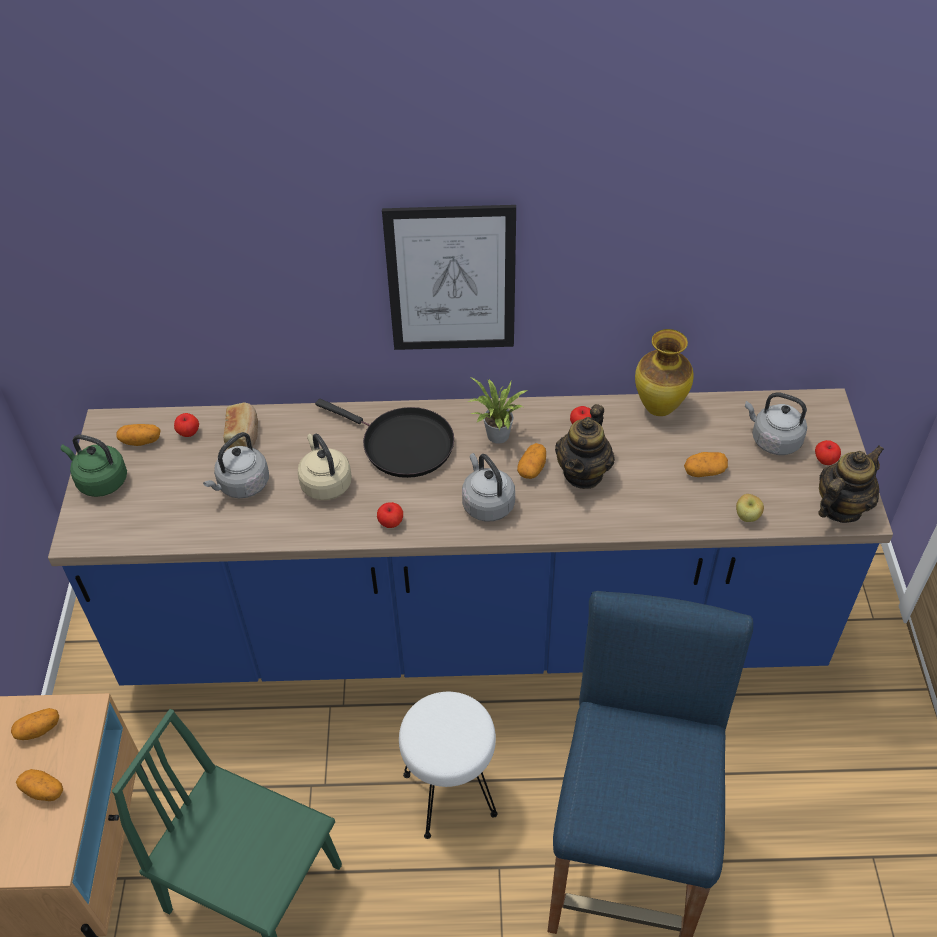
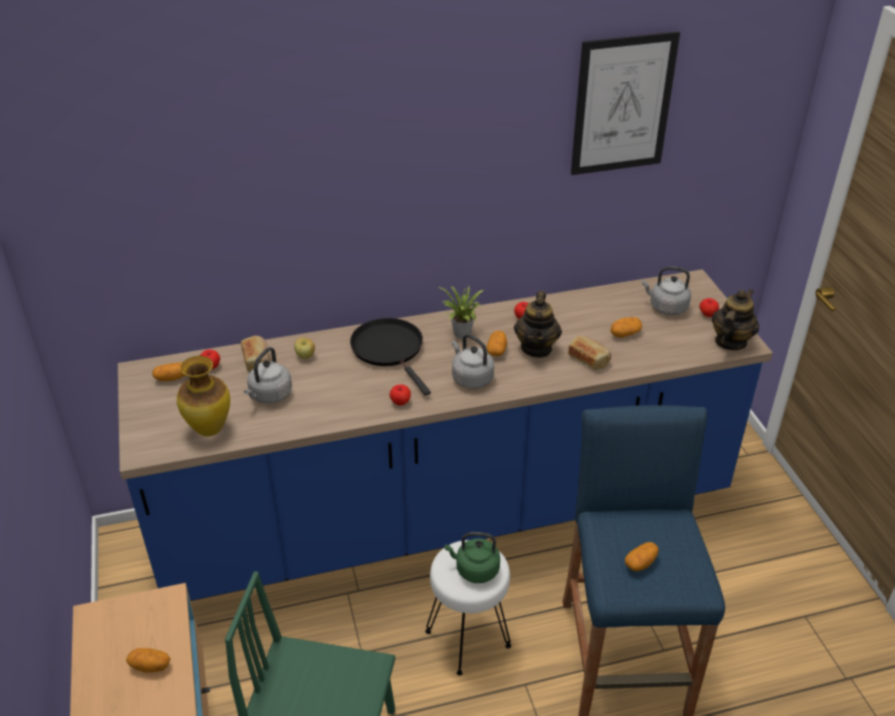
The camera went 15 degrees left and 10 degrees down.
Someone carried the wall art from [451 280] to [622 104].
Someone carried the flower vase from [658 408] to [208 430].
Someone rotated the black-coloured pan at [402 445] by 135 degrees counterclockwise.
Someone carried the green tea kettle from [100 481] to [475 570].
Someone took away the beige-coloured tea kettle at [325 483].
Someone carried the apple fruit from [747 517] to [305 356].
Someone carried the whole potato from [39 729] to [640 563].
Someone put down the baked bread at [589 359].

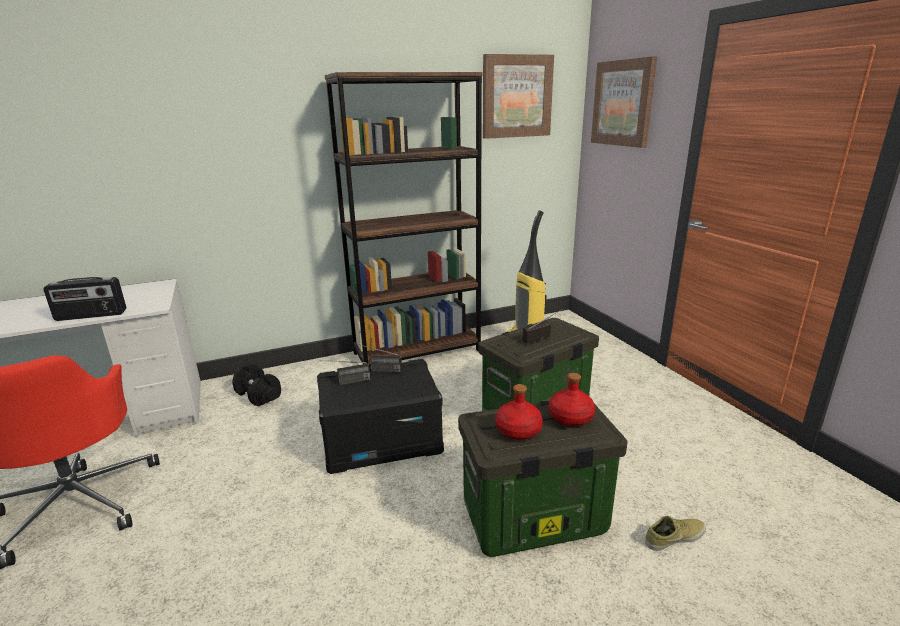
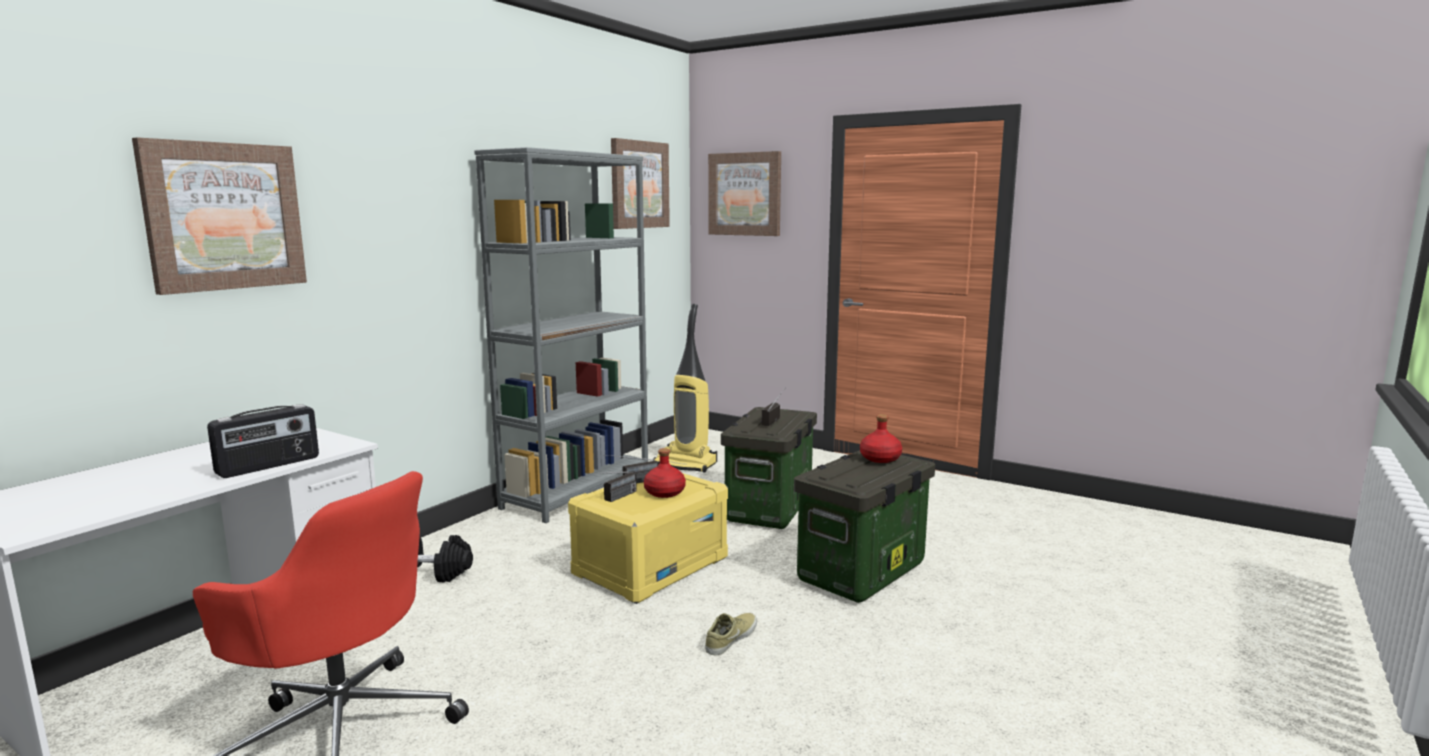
The camera went 35 degrees left and 10 degrees down.
Someone repainted the brown shelving unit at [417 351], which became the greyish shelving unit at [577 491].
Someone repainted the black-coloured storage container at [382 440], which became the yellowish storage container at [651 565].
Someone carried the reddish bottle from [519 430] to [665 492].
Someone carried the beige-coloured low shoe from [673 536] to [730 638].
Someone put up the wall art at [224 216].

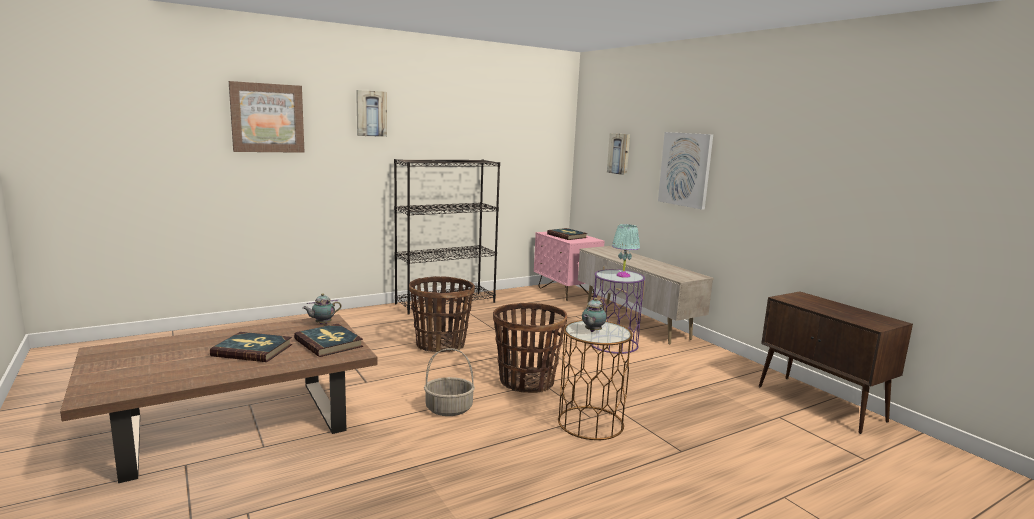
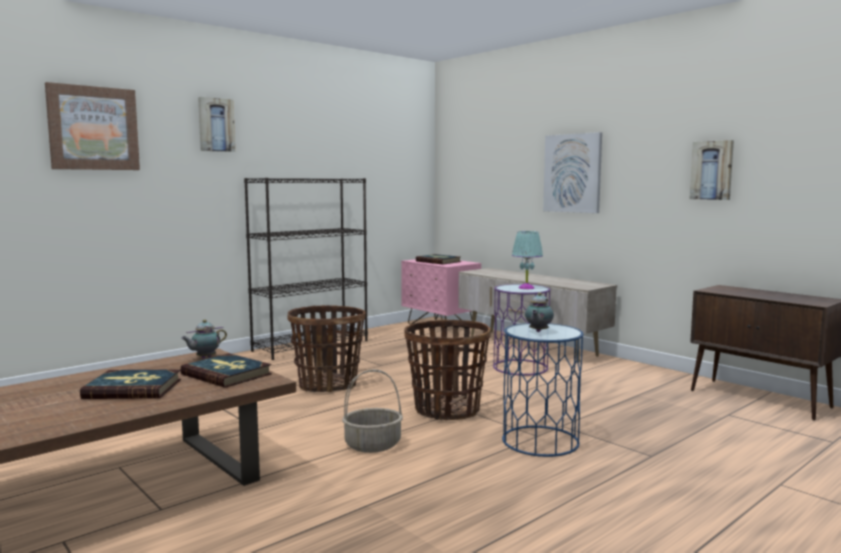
The camera went 10 degrees left and 5 degrees down.
Someone carried the wall art from [619 153] to [712 170].
Someone repainted the brown accent table at [591 423], which became the blue-coloured accent table at [540 441].

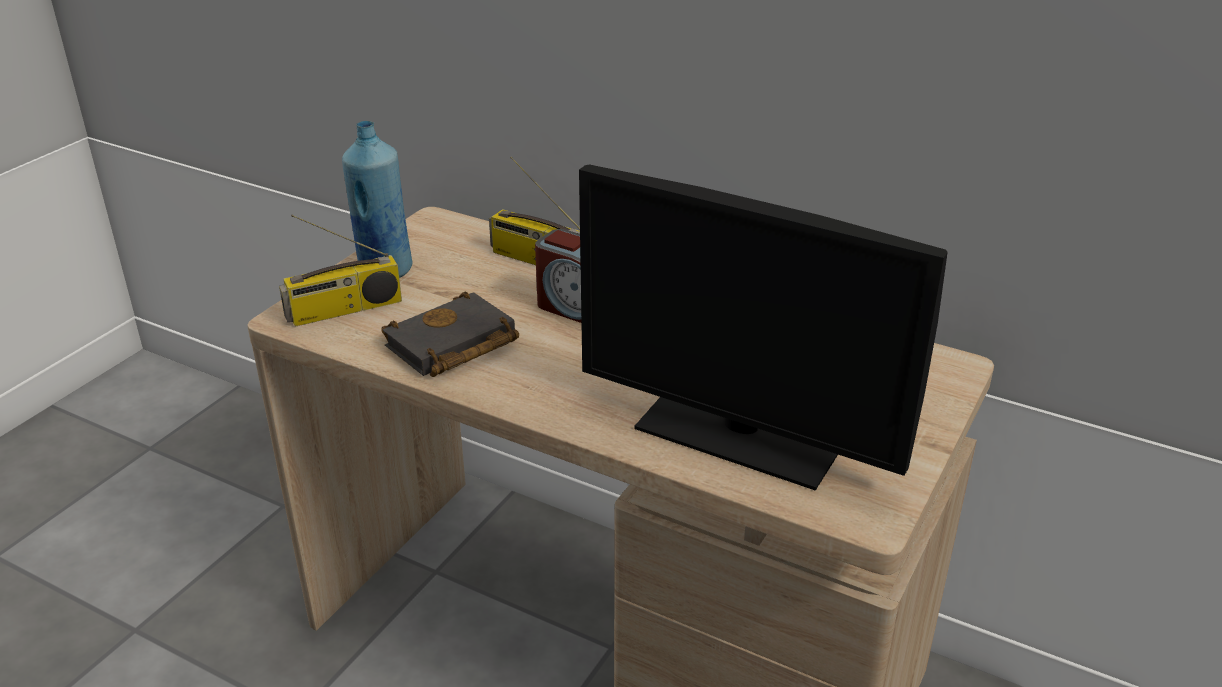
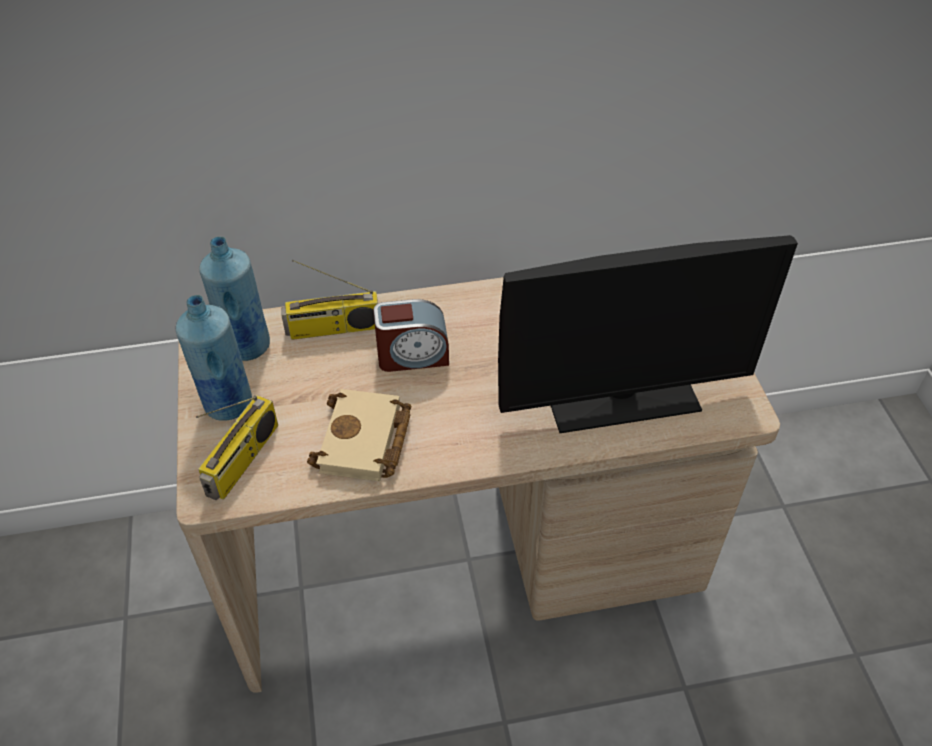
The camera went 40 degrees left and 15 degrees up.
Someone repainted the black-coloured bound book at [451 346], which became the beige-coloured bound book at [365 443].
Someone put down the blue-coloured bottle at [246 346].

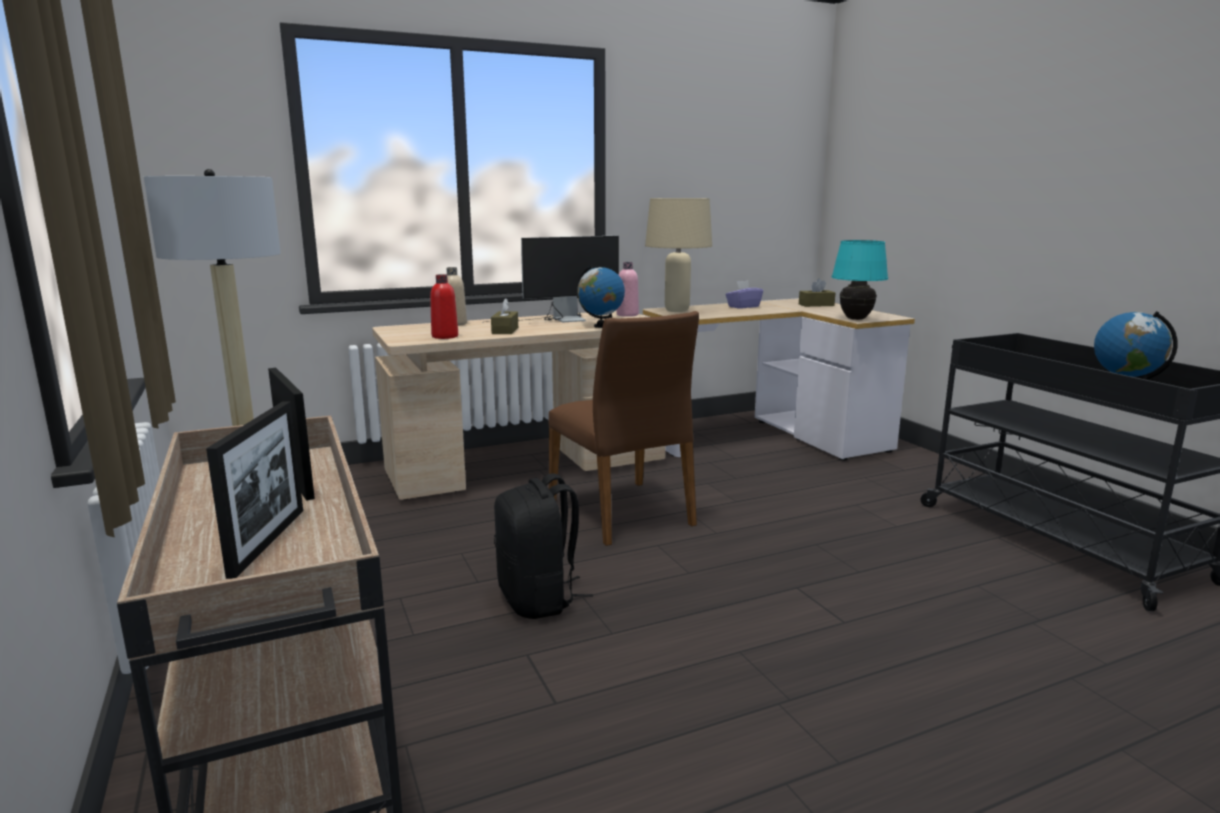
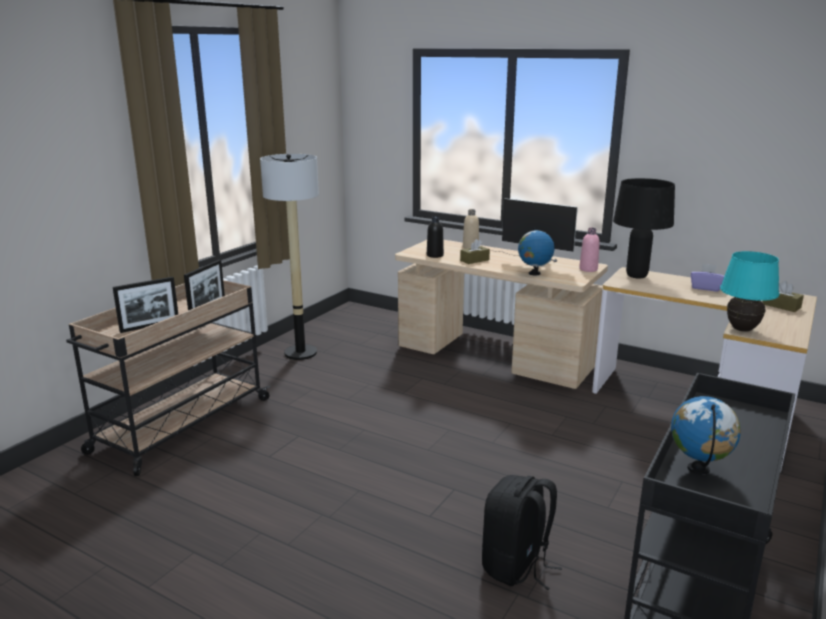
The camera went 55 degrees right and 5 degrees up.
Someone repainted the beige-coloured tabletop lamp at [677 311], which became the black-coloured tabletop lamp at [637 276].
Someone repainted the reddish bottle at [445 336], which became the black-coloured bottle at [435 255].
Someone took away the brown plain chair at [623 512].
Someone carried the black-coloured rucksack from [539 599] to [516 566].

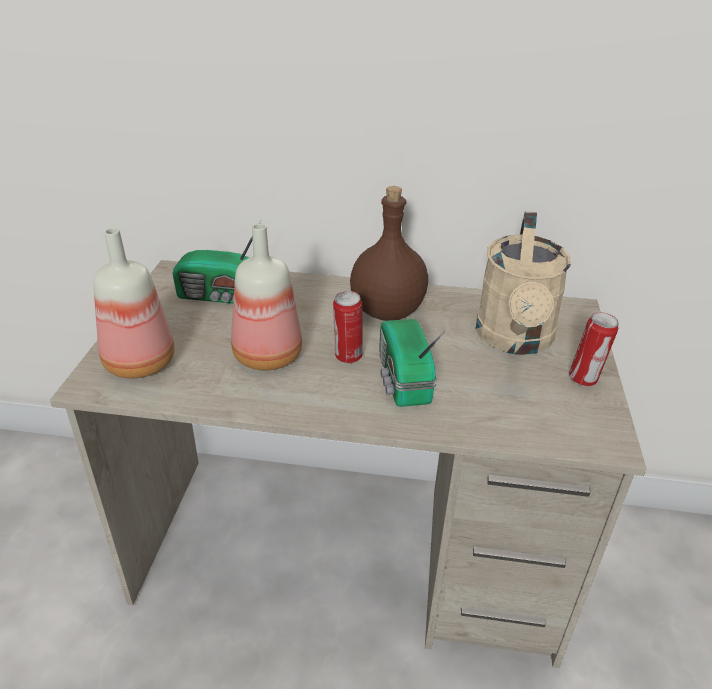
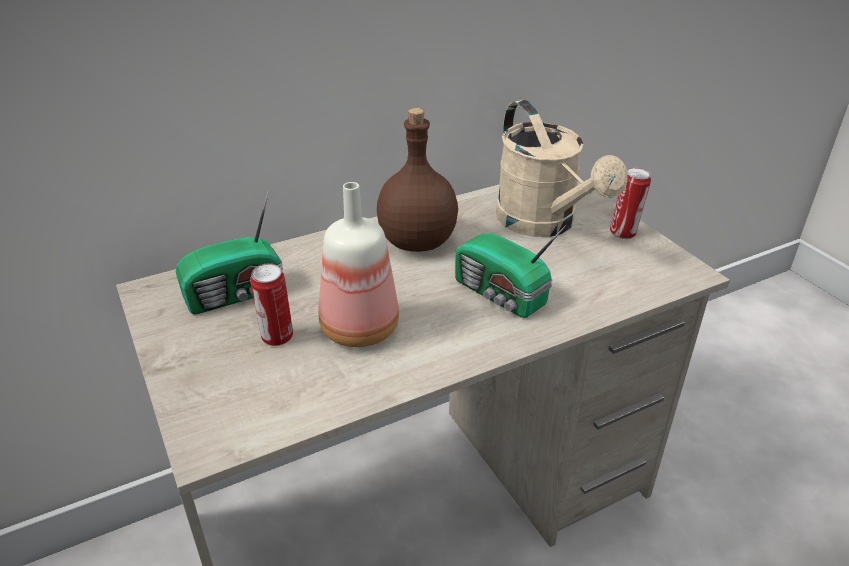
The camera went 35 degrees left and 0 degrees up.
Someone took away the bottle at [142 364].
Someone carried the sealed can from [347 357] to [277 338].

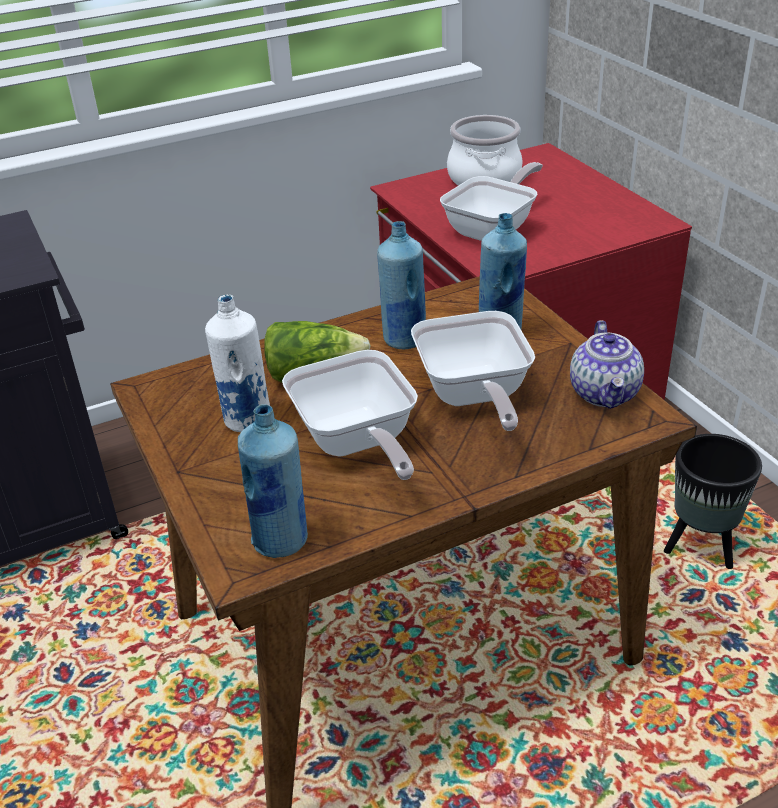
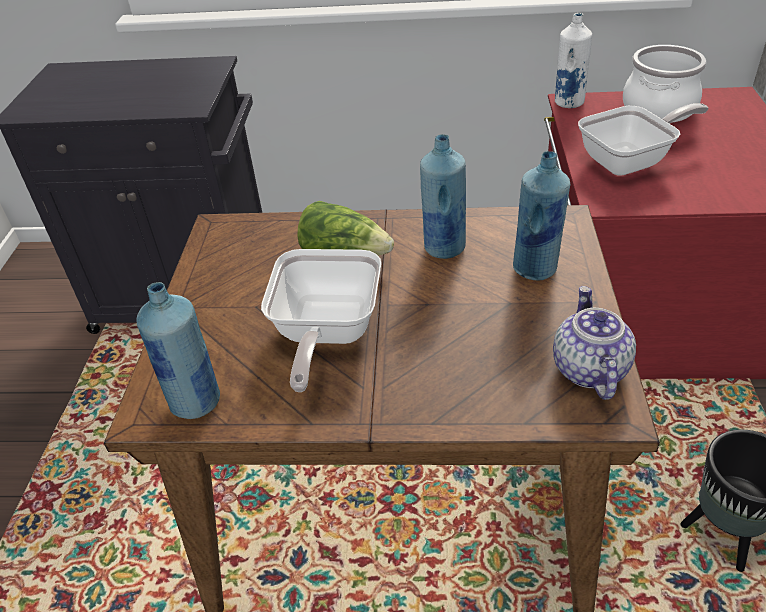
The camera went 30 degrees right and 5 degrees up.
Someone carried the whitish bottle from [246 420] to [568 103].
Someone took away the pan at [473 397].
Someone rotated the tea pot at [605 394] by 150 degrees clockwise.

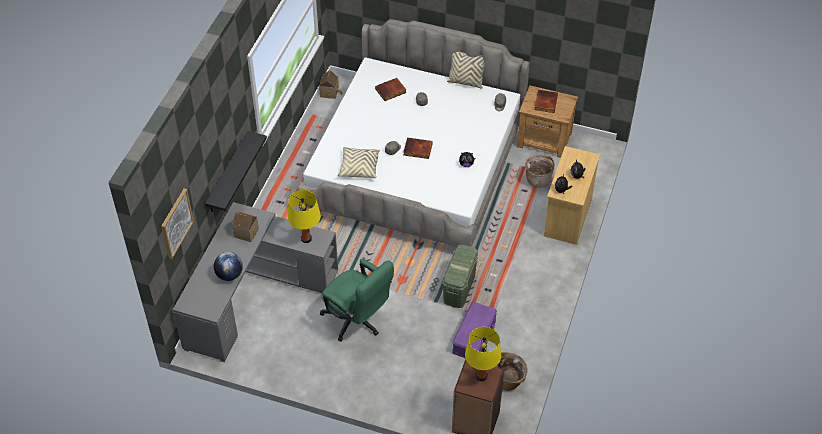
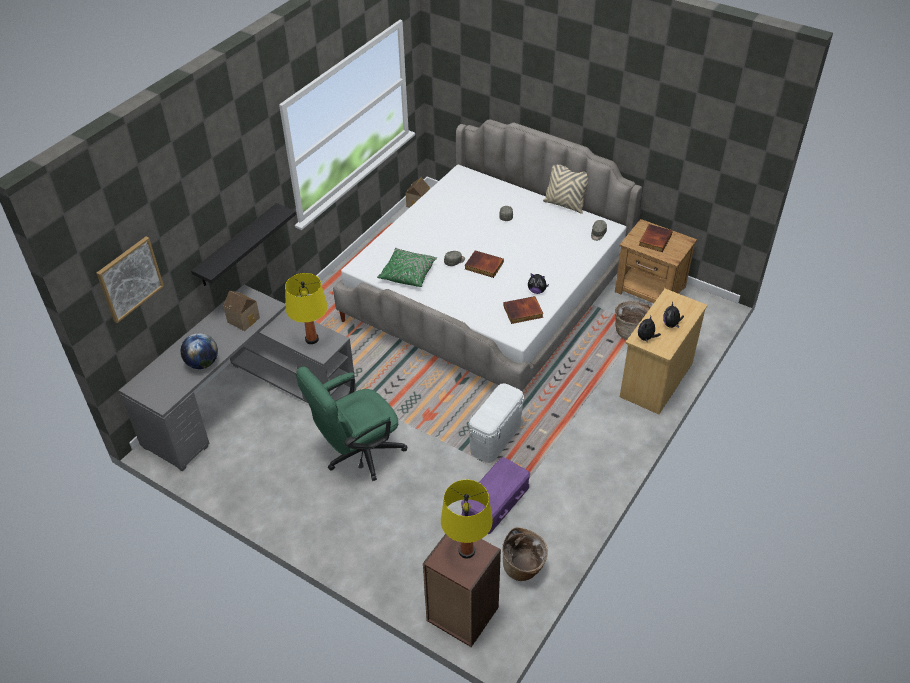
The camera went 15 degrees right and 5 degrees down.
Someone carried the bound book from [390 91] to [523 312].
Someone repainted the beige-coloured pillow at [359 167], which became the green pillow at [408 274].
Someone repainted the green storage container at [459 288], which became the whitish storage container at [495 439].
Someone rotated the green computer chair at [357 321] by 90 degrees clockwise.

